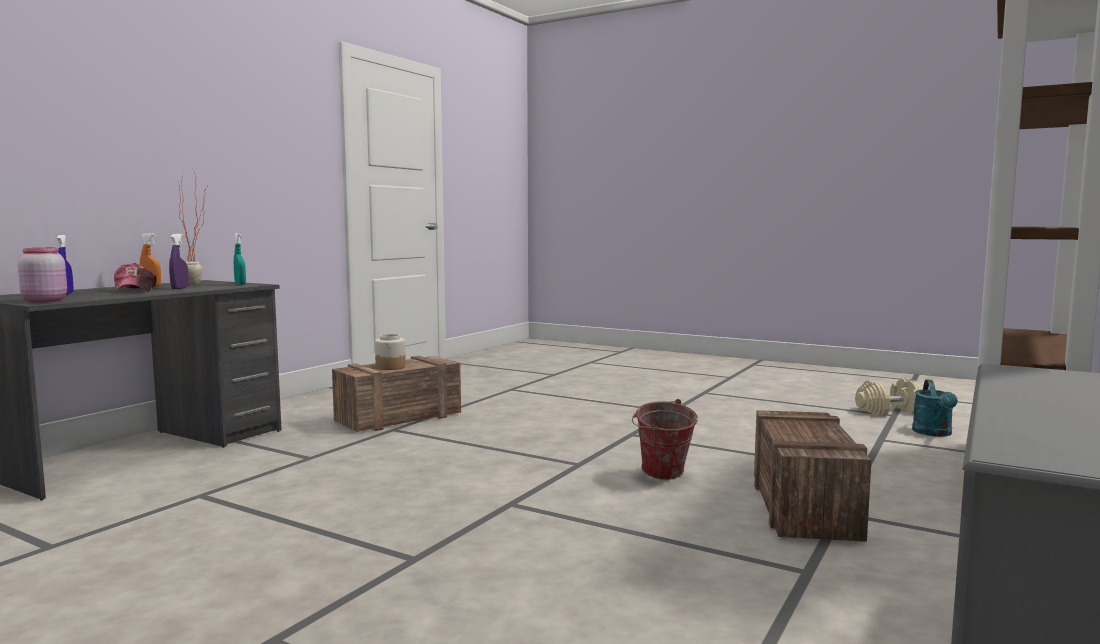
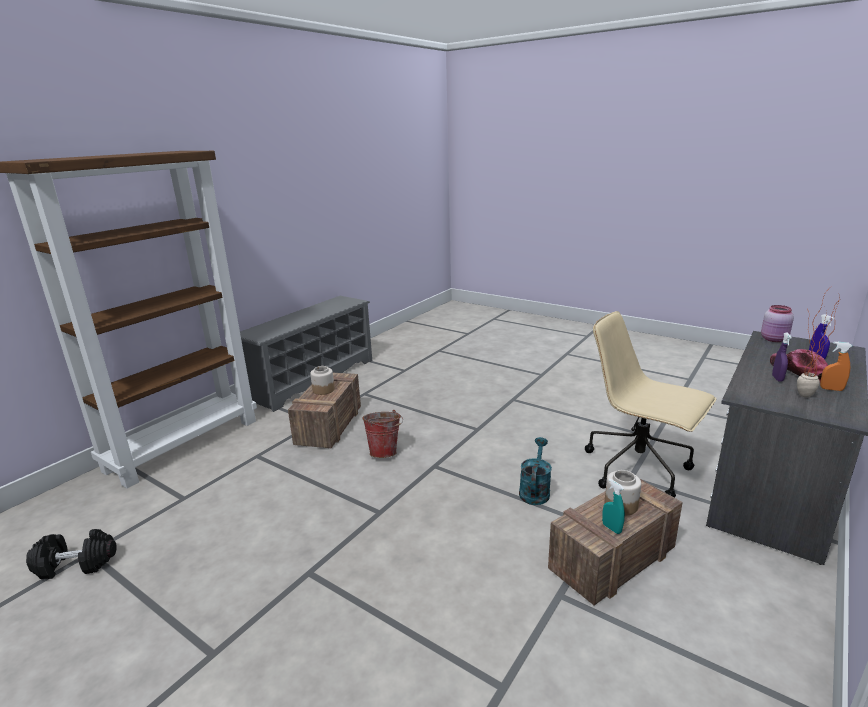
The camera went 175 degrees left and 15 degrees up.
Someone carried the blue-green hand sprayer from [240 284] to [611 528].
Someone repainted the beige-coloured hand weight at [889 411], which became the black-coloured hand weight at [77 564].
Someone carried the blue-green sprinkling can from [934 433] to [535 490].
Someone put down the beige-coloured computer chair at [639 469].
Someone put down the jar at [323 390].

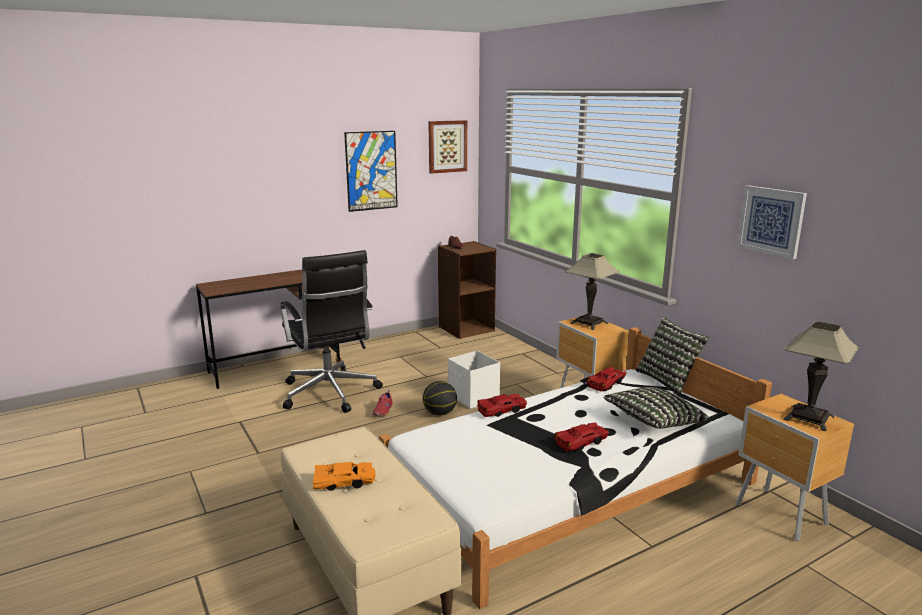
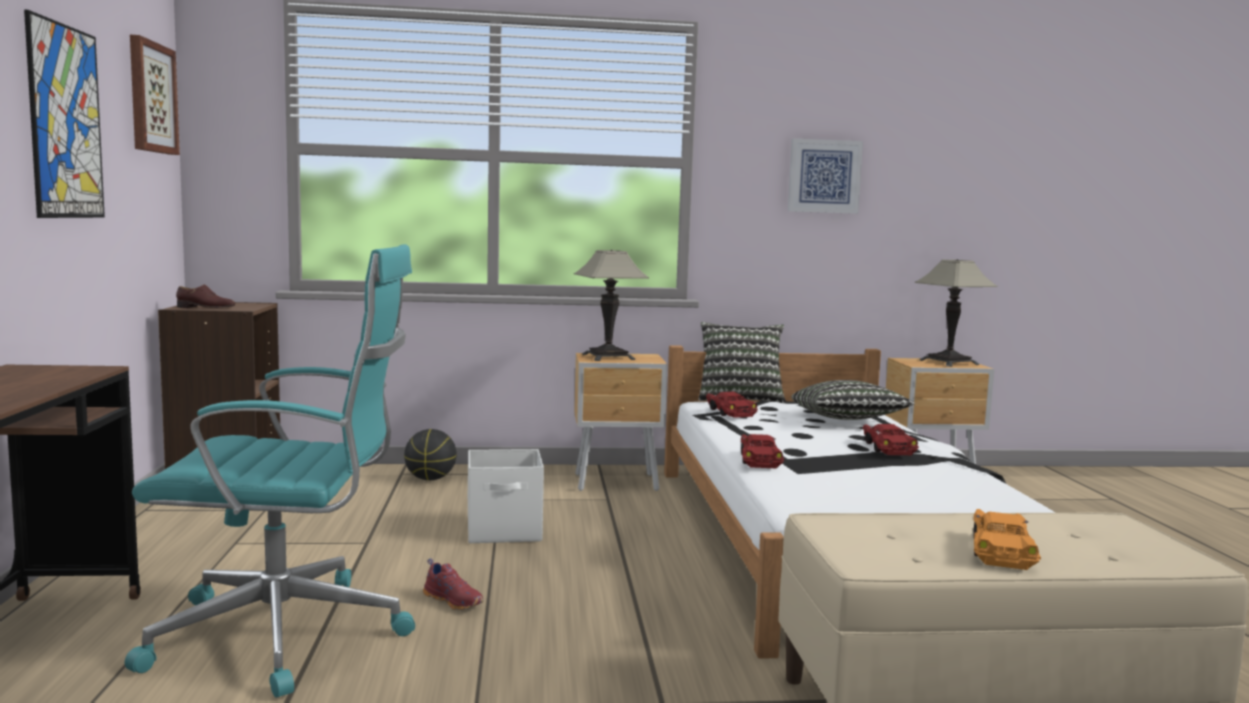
The camera went 65 degrees left and 10 degrees down.
Someone repainted the black-coloured computer chair at [330 394], which became the blue-green computer chair at [288 634].
Someone carried the basketball ball from [440 413] to [430 479].

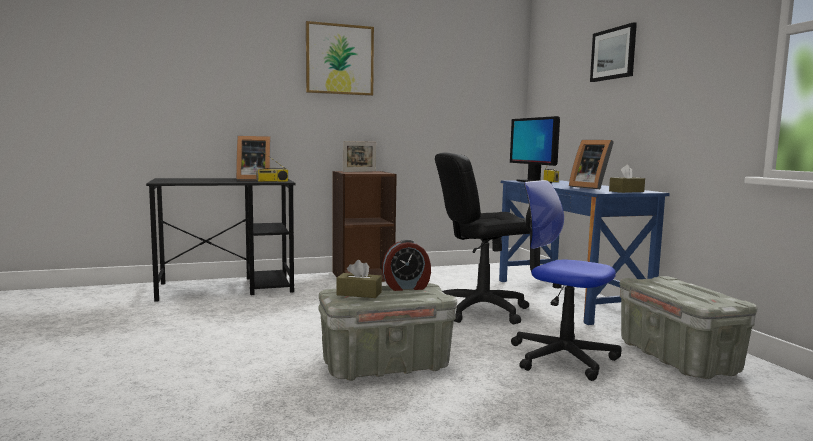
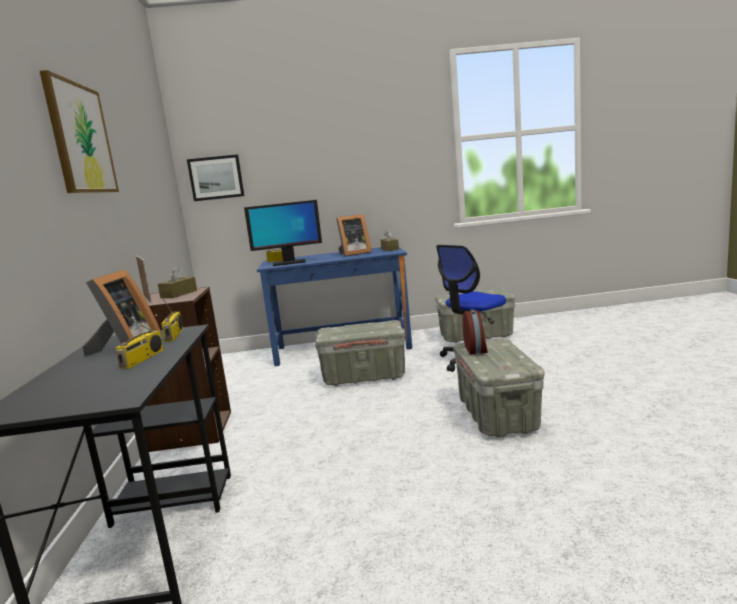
The camera went 75 degrees left and 5 degrees up.
Someone carried the wall art from [613 54] to [216 178].
Someone swapped the black-coloured computer chair at [481 310] for the greyish storage container at [363 377].
Someone carried the brown tissue box from [359 294] to [179 294].
Someone put down the radio set at [142 359].

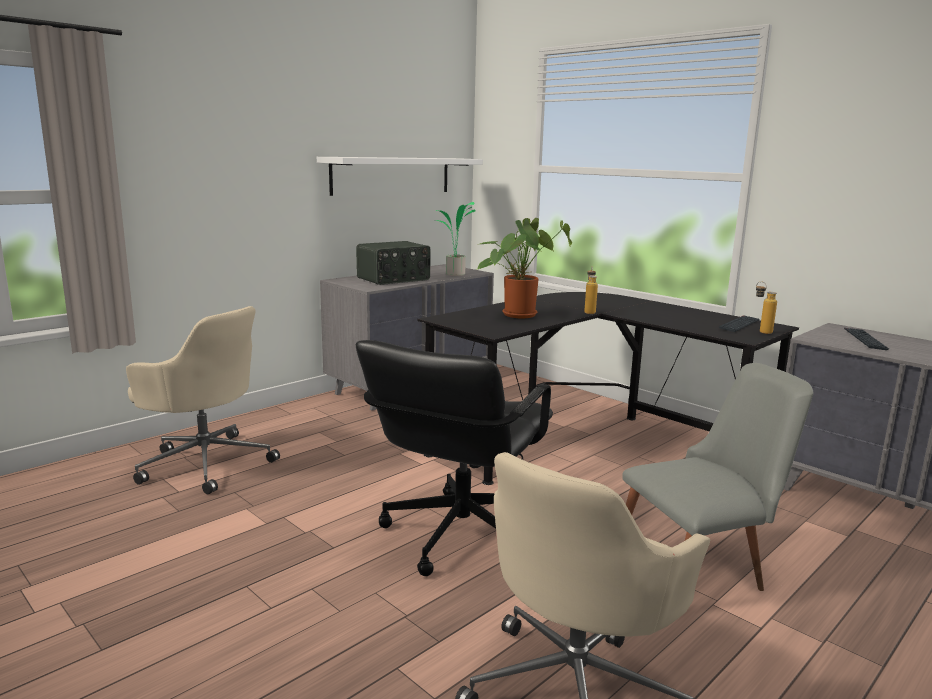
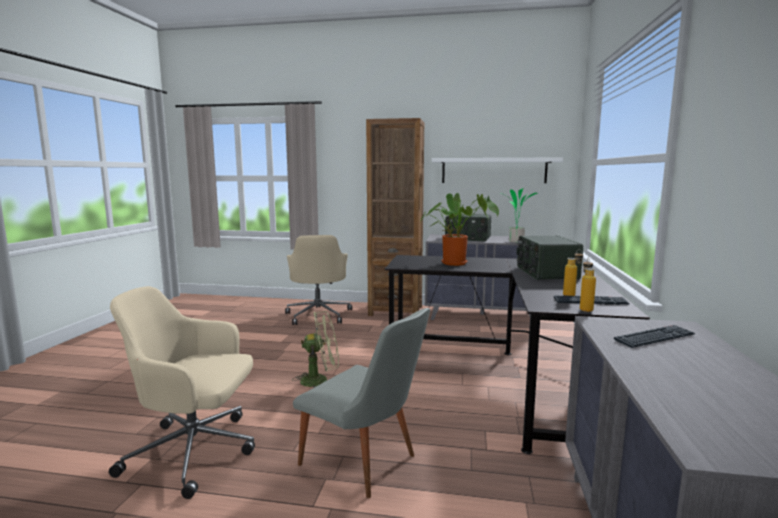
The camera went 55 degrees right and 5 degrees down.
Someone carried the bottle from [589 312] to [572 295].
Someone swapped the black-coloured computer chair at [459 535] for the green fan at [320 380].
Someone put down the brown shelving unit at [395 311].
Someone put down the radio set at [545 273].

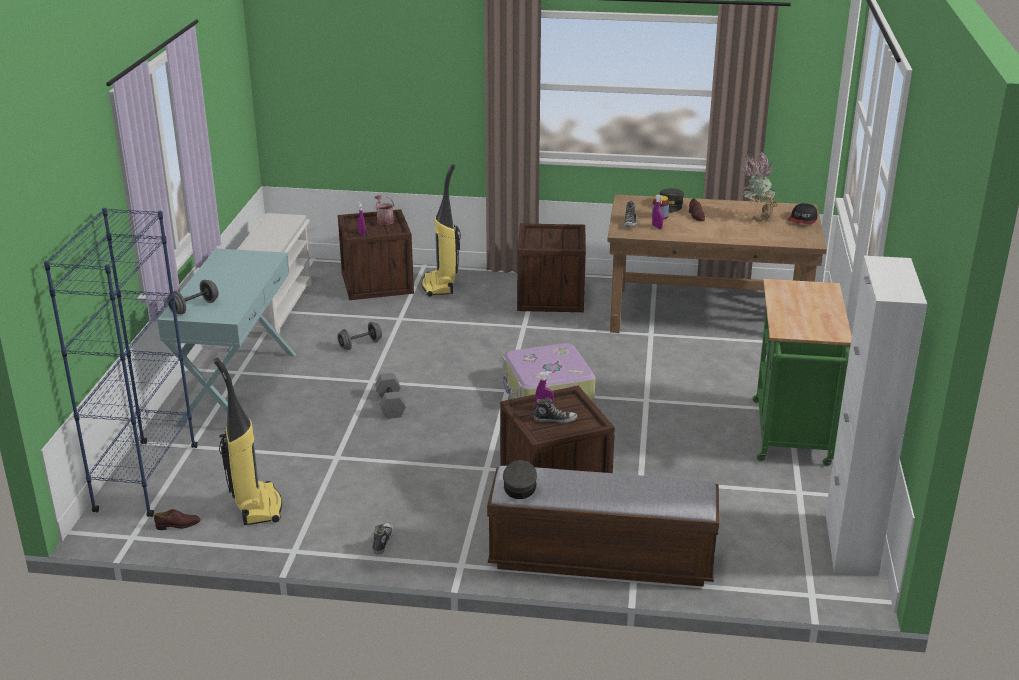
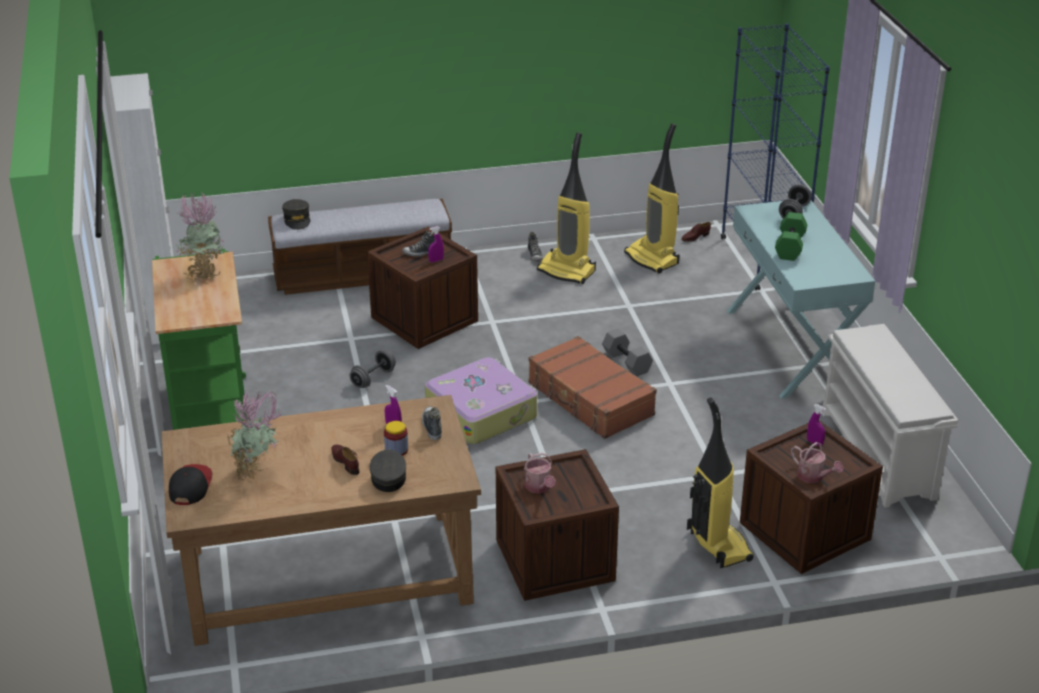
The camera went 160 degrees right and 5 degrees up.
Someone carried the greyish hand weight from [360 345] to [373 378].
Someone carried the greyish baseball cap from [520 486] to [297 220].
Someone put down the vacuum at [567 271].
Someone put down the potted plant at [204 273].
Someone put down the green hand weight at [791 247].
Someone put down the brown travel case at [590 400].
Someone put down the sprinkling can at [539 487].

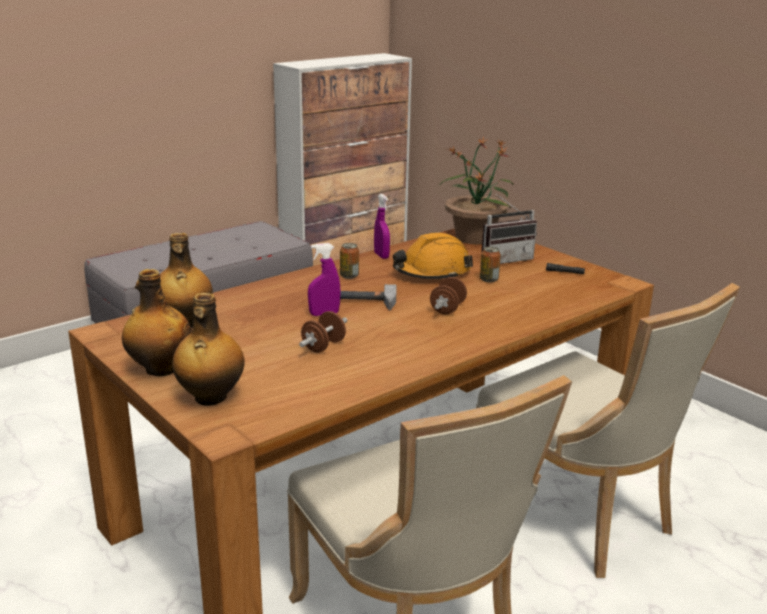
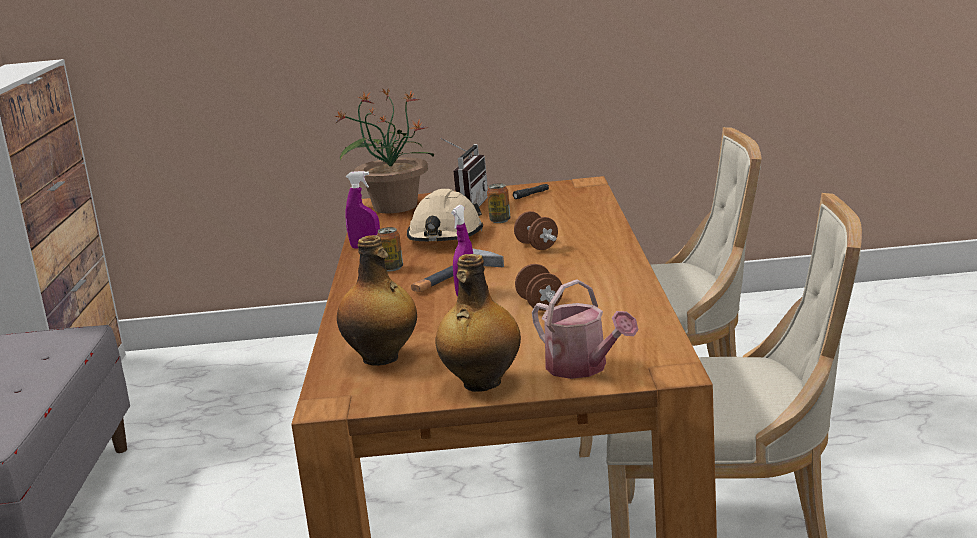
The camera went 50 degrees left and 5 degrees down.
Someone repainted the orange-coloured safety helmet at [432 272], which became the beige-coloured safety helmet at [445 236].
Someone swapped the bottle at [210 398] for the sprinkling can at [583 368].

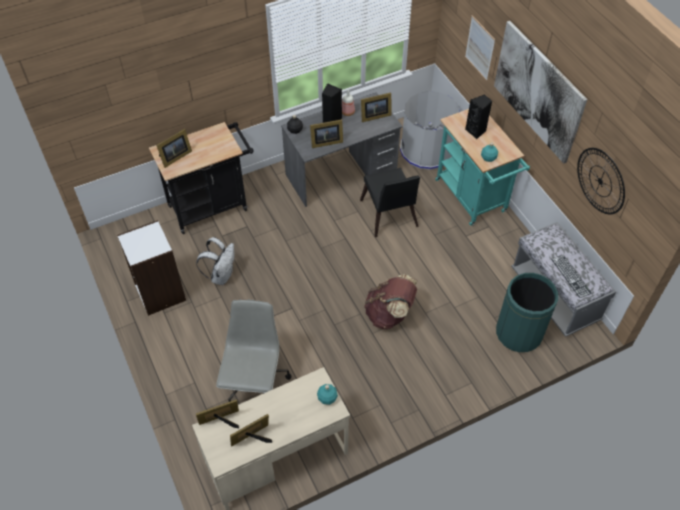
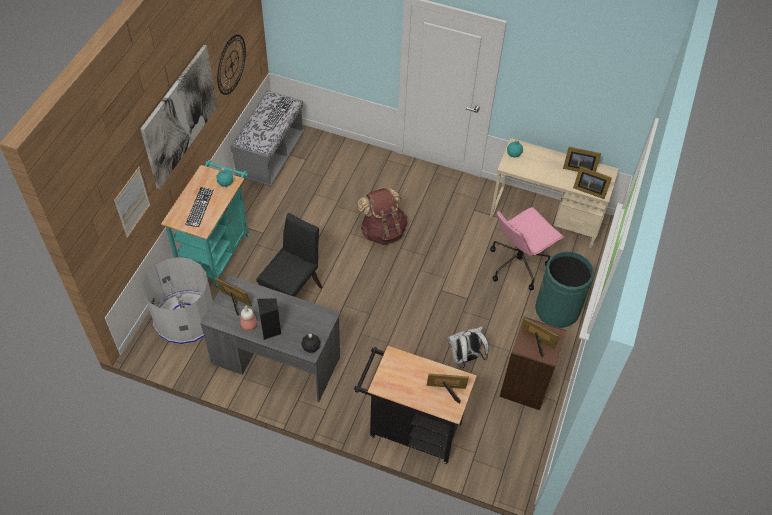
The camera went 135 degrees left and 0 degrees up.
Someone swapped the black-coloured audio speaker at [476 131] for the PC keyboard at [199 206].
Someone carried the standing frame from [325 142] to [537 343].
Someone repainted the whitish shelving unit at [159 292], which became the brown shelving unit at [525 386].
Someone carried the green waste bin from [518 333] to [557 310].
Someone repainted the greyish computer chair at [255 384], which became the pink-coloured computer chair at [518 264].

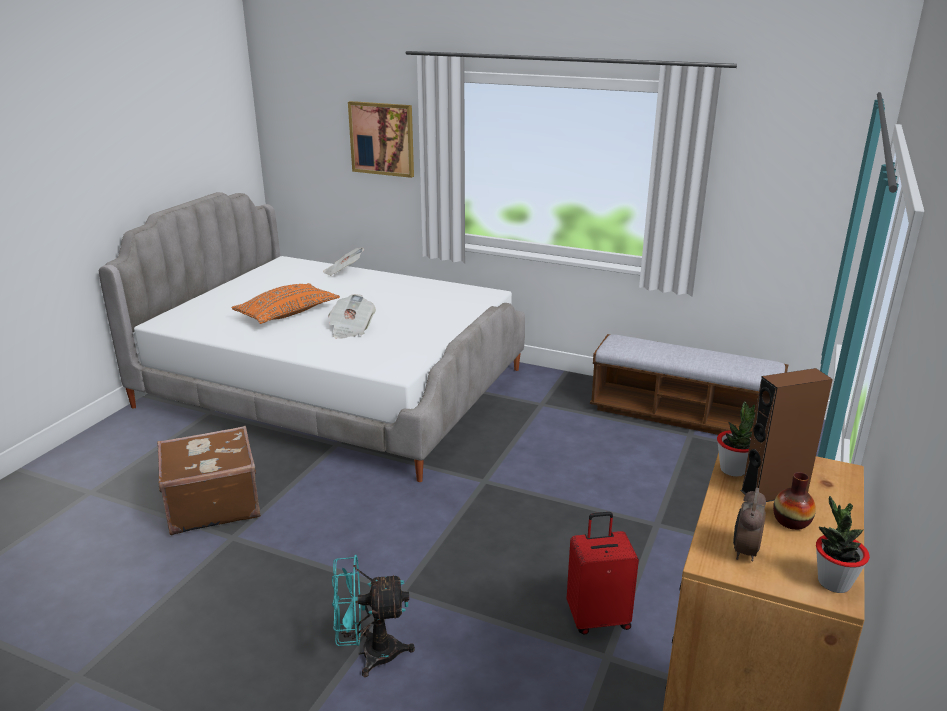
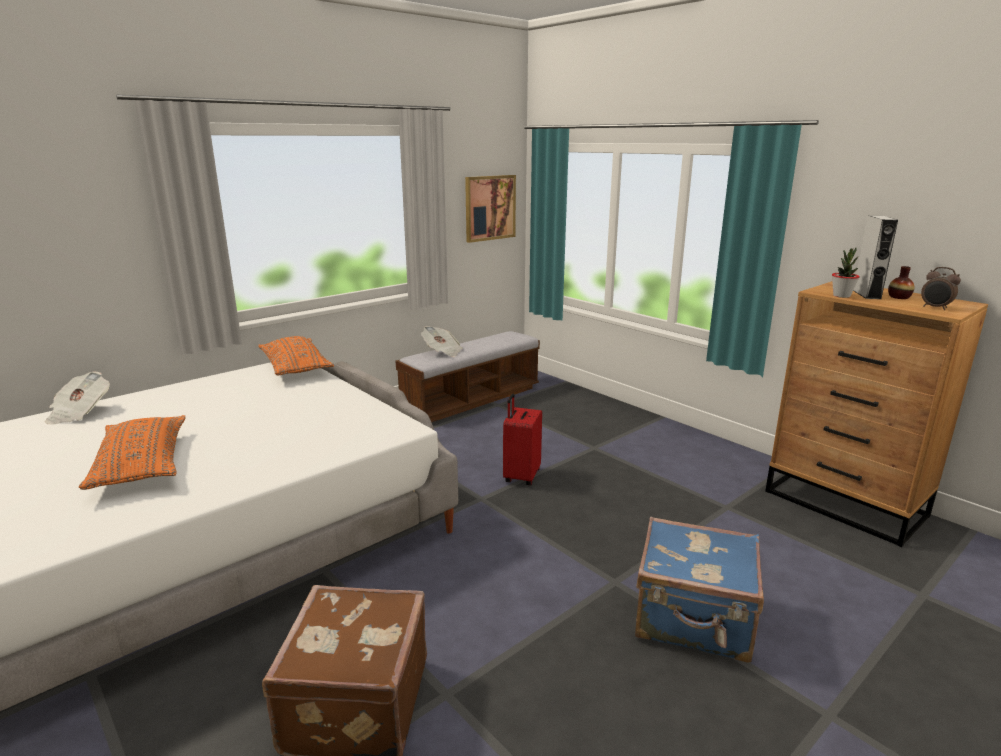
The camera went 65 degrees left and 5 degrees down.
Someone carried the wall art from [382 139] to [489 208].
Someone carried the printed paper from [351 329] to [442 352].
Someone repainted the brown audio speaker at [774 491], which became the greyish audio speaker at [866 294].
Someone took away the potted plant at [833 582].
Someone carried the reddish travel case from [598 618] to [521 476].
Someone swapped the blue-green fan at [369 653] for the blue-coloured travel case at [694 620].
Someone put down the orange-coloured pillow at [295 367].

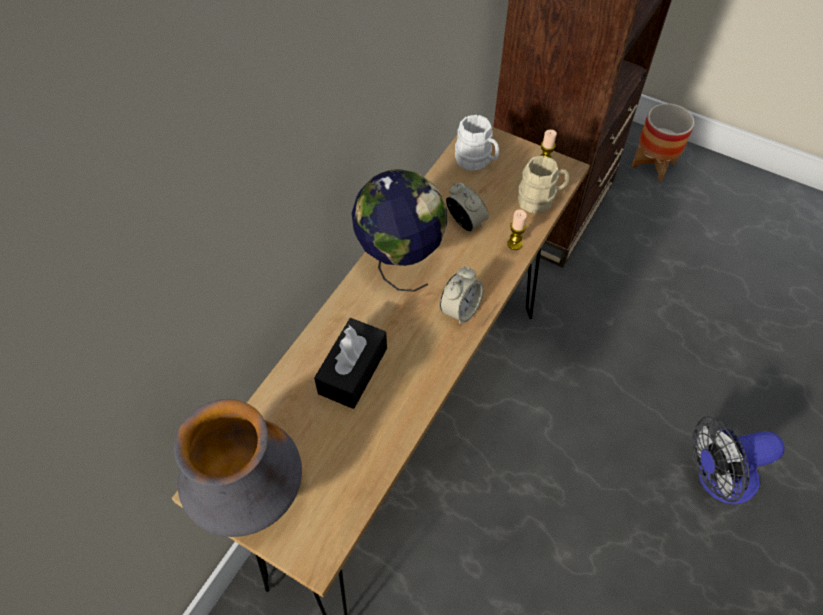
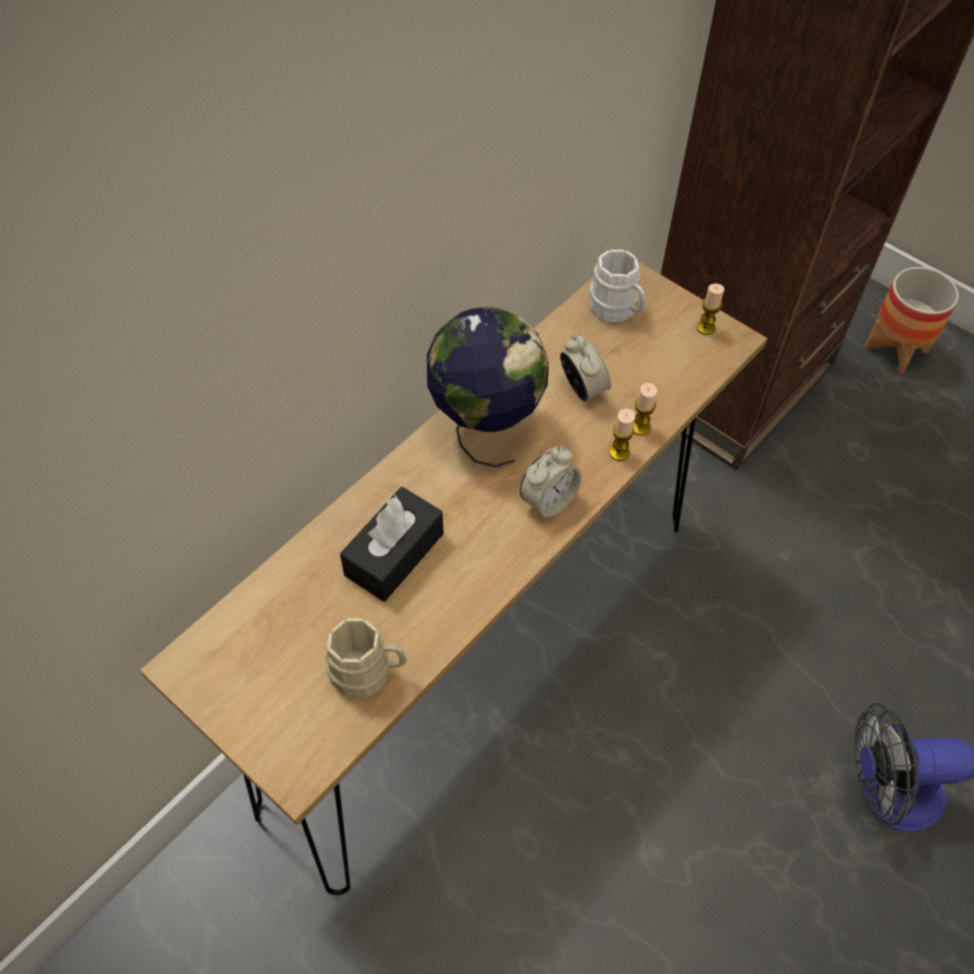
The camera went 10 degrees right and 0 degrees up.
Someone carried the beige-coloured tea mug from [540 199] to [368 673].
Someone took away the flower vase at [250 495].
Someone put down the candle at [619 452].

